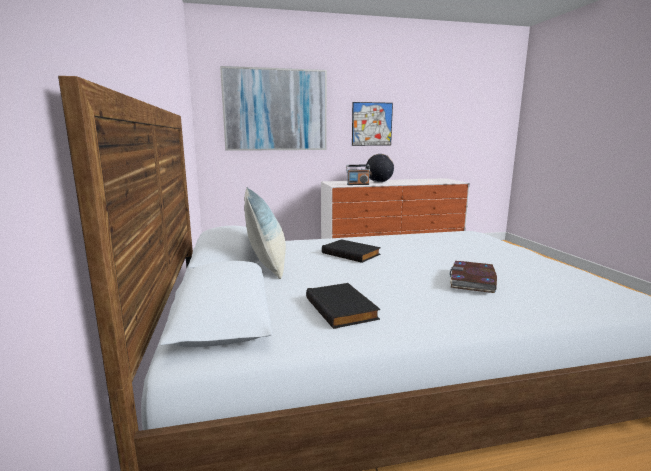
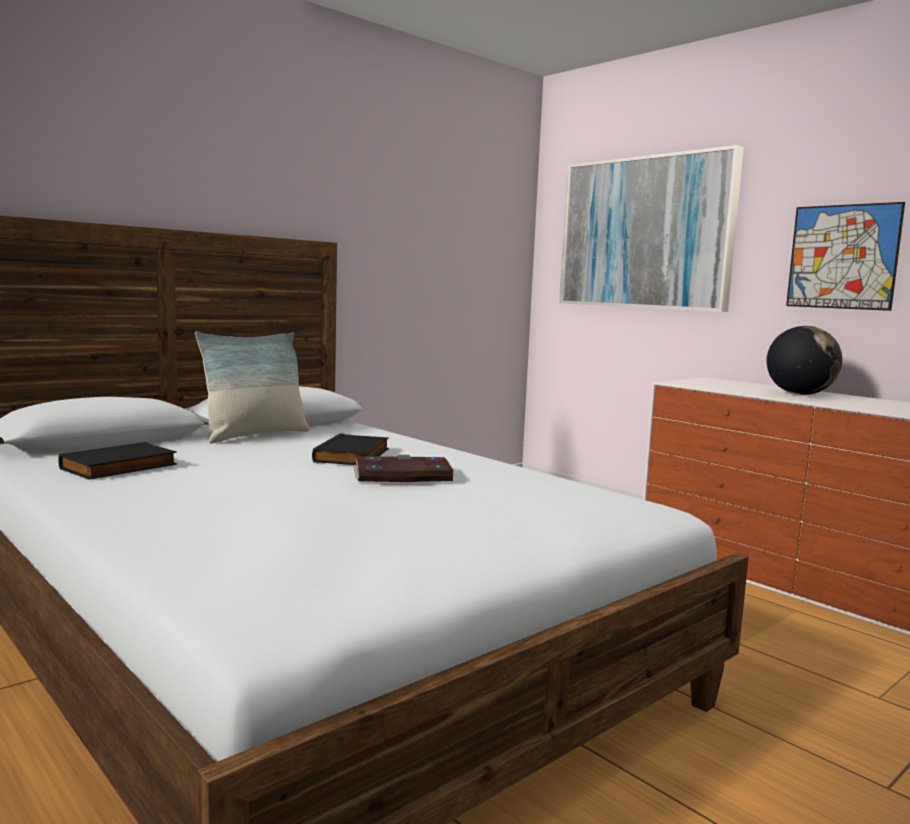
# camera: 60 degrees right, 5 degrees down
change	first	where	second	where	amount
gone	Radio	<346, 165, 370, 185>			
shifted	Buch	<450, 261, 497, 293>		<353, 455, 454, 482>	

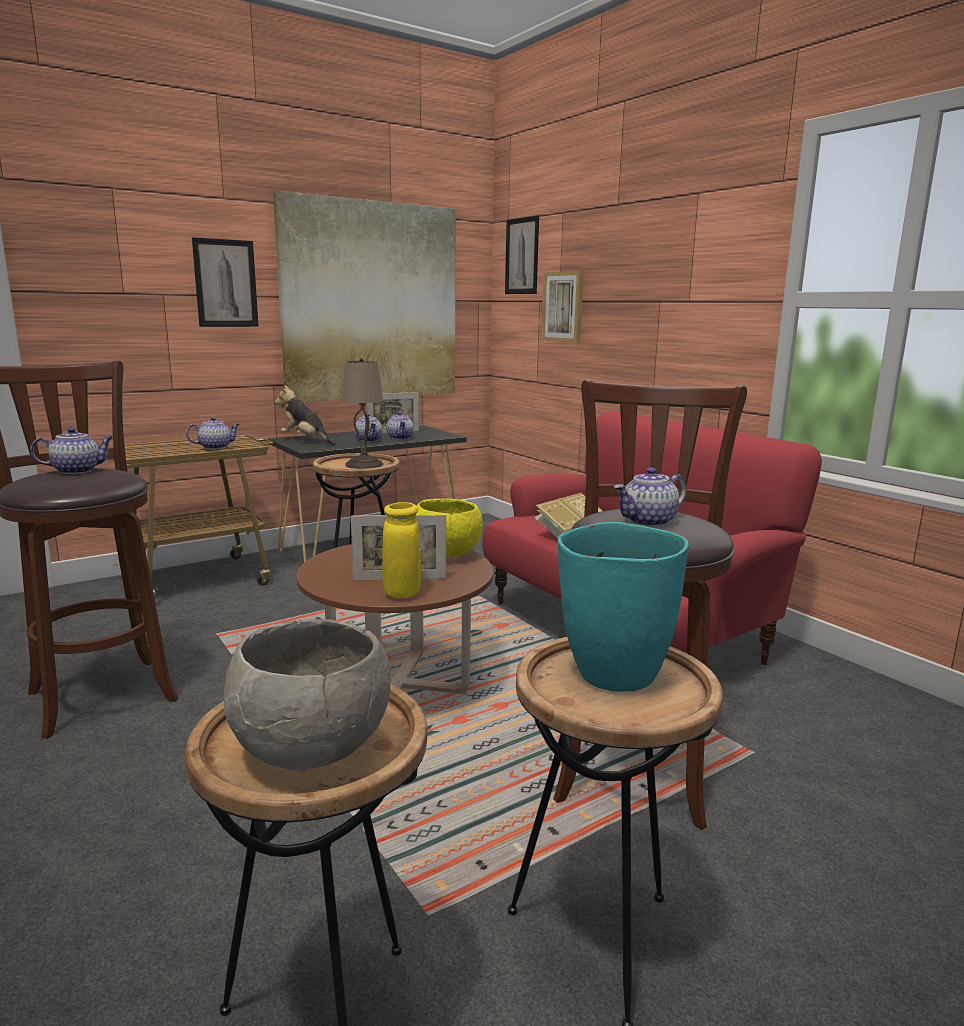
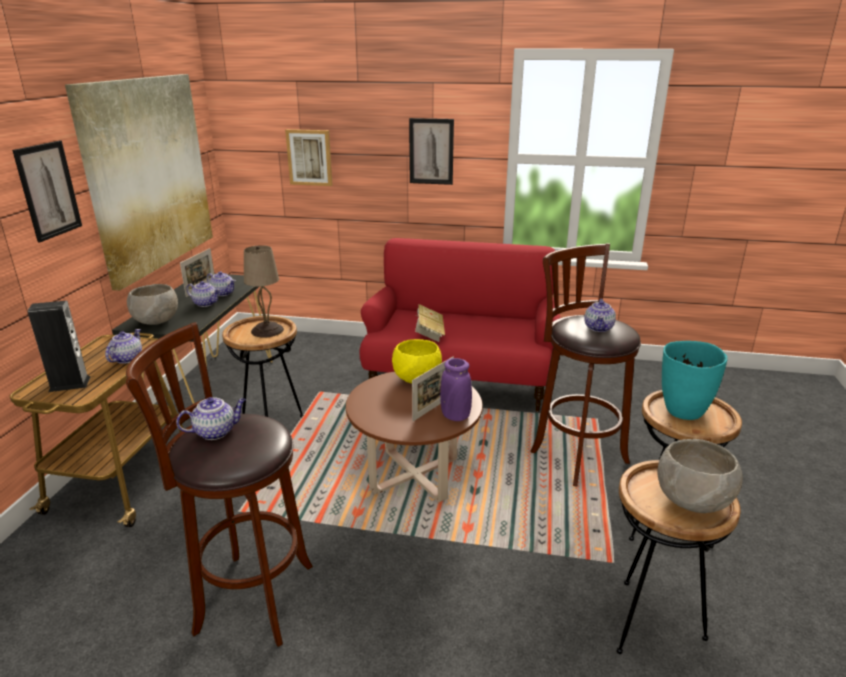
# camera: 45 degrees left, 10 degrees up
change	first	where	second	where	amount
shifted	Bild	<505, 215, 539, 294>		<409, 118, 454, 185>	
swapped	Plüschtier	<275, 385, 336, 445>	Schüssel (grau)	<127, 284, 178, 325>	
rotated	Teekanne	<30, 427, 114, 474>		<176, 397, 246, 440>	45 degrees clockwise
repainted	Vase (gelb)	<382, 502, 421, 598>	Vase (lila)	<440, 358, 472, 421>	
new			Lautsprecher	<28, 301, 90, 392>	

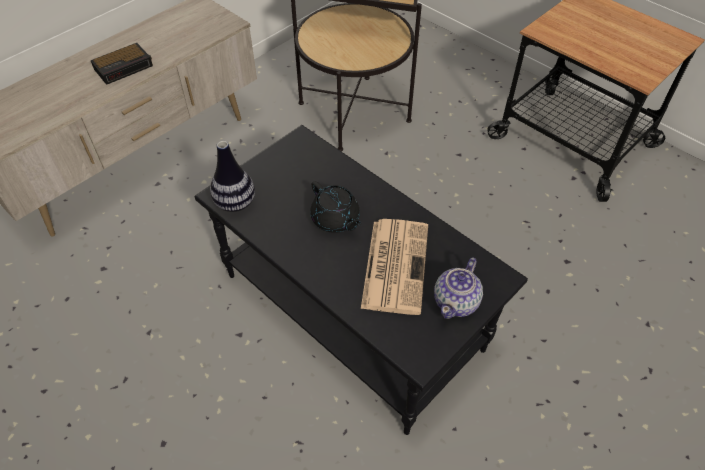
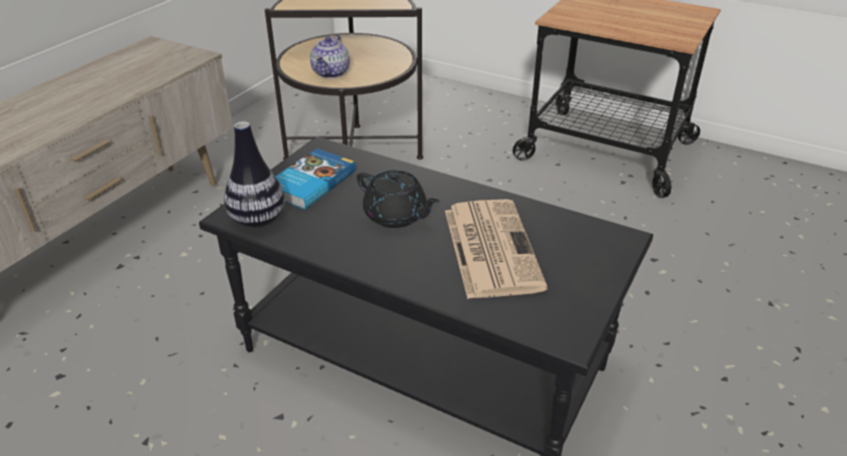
# camera: 15 degrees left, 15 degrees down
change	first	where	second	where	amount
gone	Wecker	<91, 43, 153, 85>			
shifted	Teekanne	<434, 258, 483, 319>		<310, 35, 350, 78>	
new			Buch	<275, 148, 356, 209>	

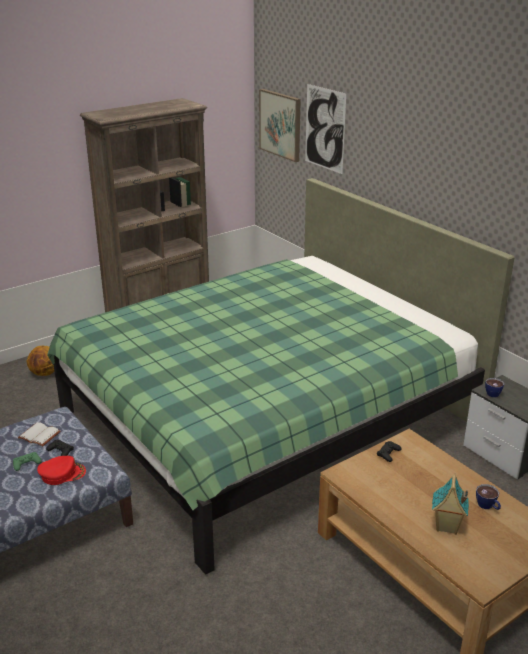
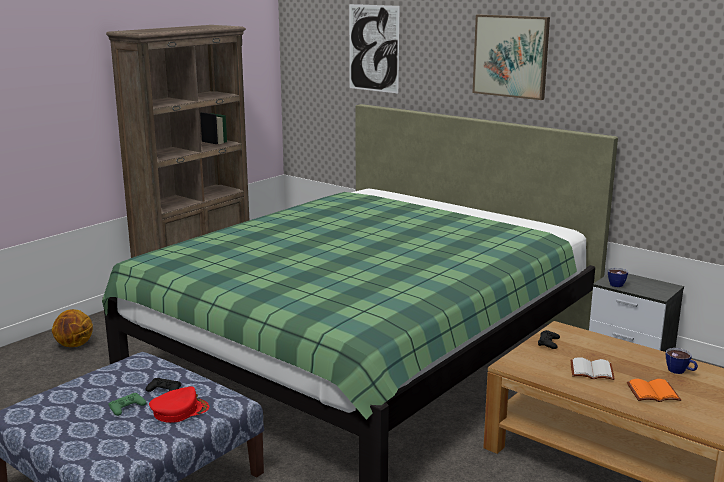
# camera: 15 degrees left, 10 degrees down
change	first	where	second	where	amount
shifted	Bild	<259, 89, 301, 162>		<472, 14, 550, 100>	
shifted	Buch (weiß)	<18, 422, 61, 447>		<571, 357, 615, 380>	
swapped	Spielzeughaus	<432, 473, 469, 535>	Buch (orange)	<627, 379, 681, 402>	

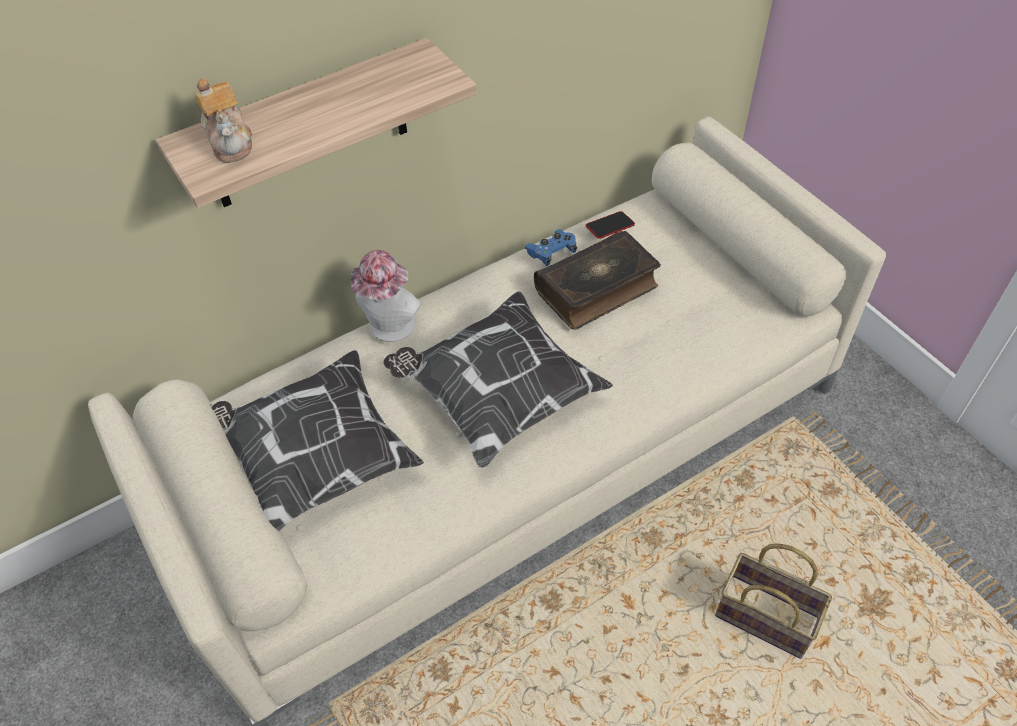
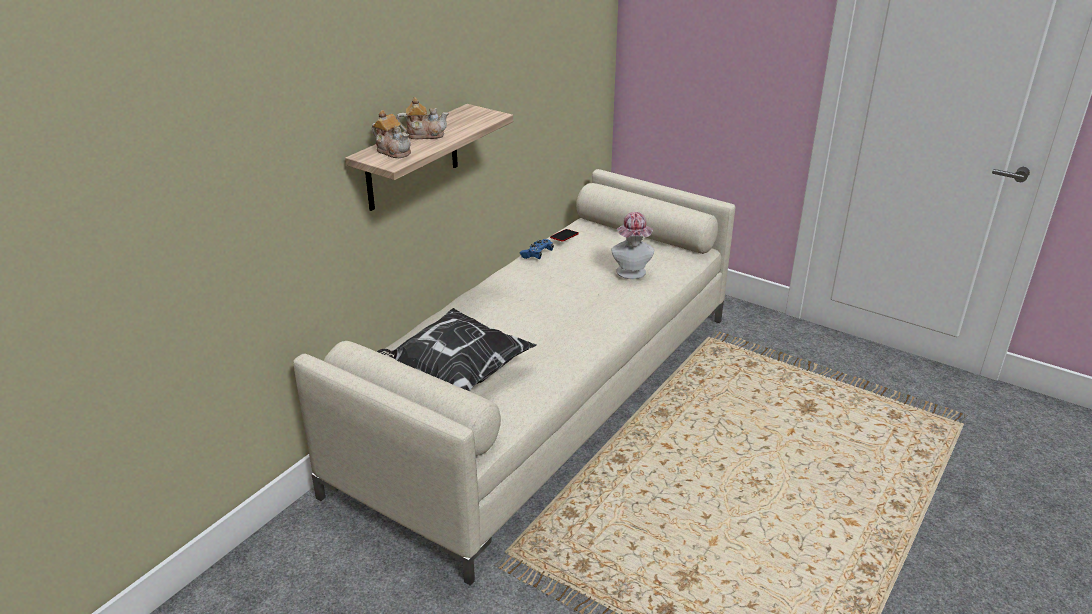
# camera: 25 degrees left, 20 degrees down
change	first	where	second	where	amount
gone	Buch	<534, 231, 661, 330>			
shifted	Hut	<351, 250, 421, 342>		<611, 212, 654, 279>	
gone	Kissen	<383, 291, 613, 467>			
gone	Korb	<715, 544, 832, 659>			
new			Teekanne	<397, 97, 449, 139>	

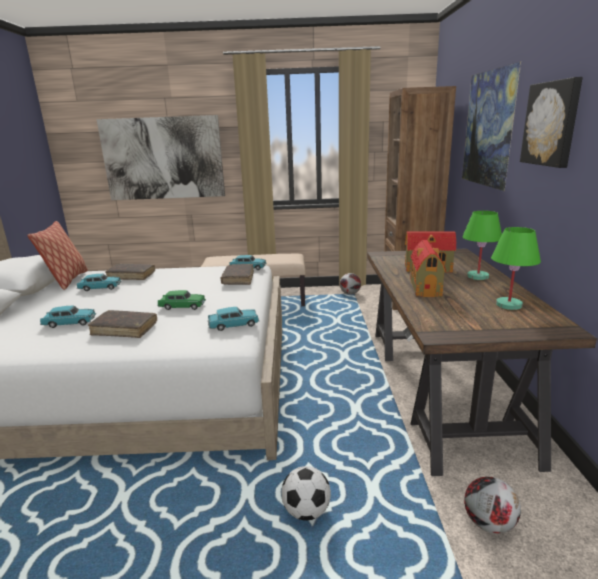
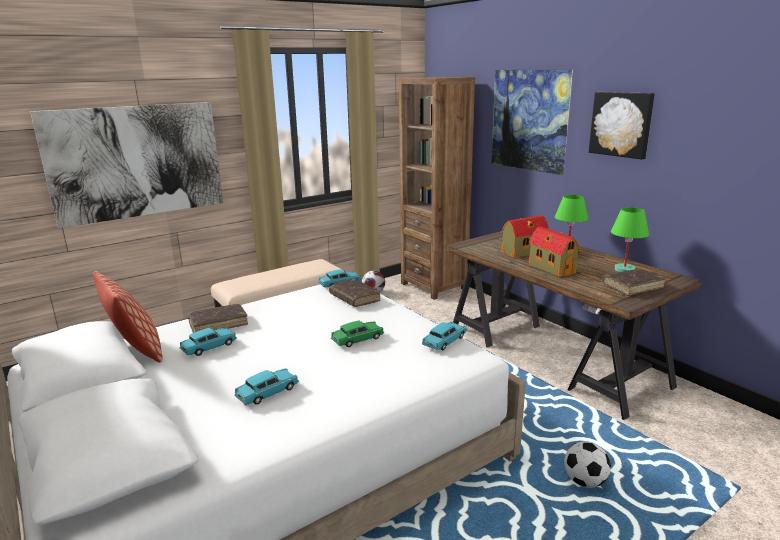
# camera: 35 degrees left, 0 degrees up
change	first	where	second	where	amount
shifted	Buch (braun)	<88, 310, 157, 338>		<602, 269, 665, 296>	
gone	Fußball	<464, 477, 521, 534>			

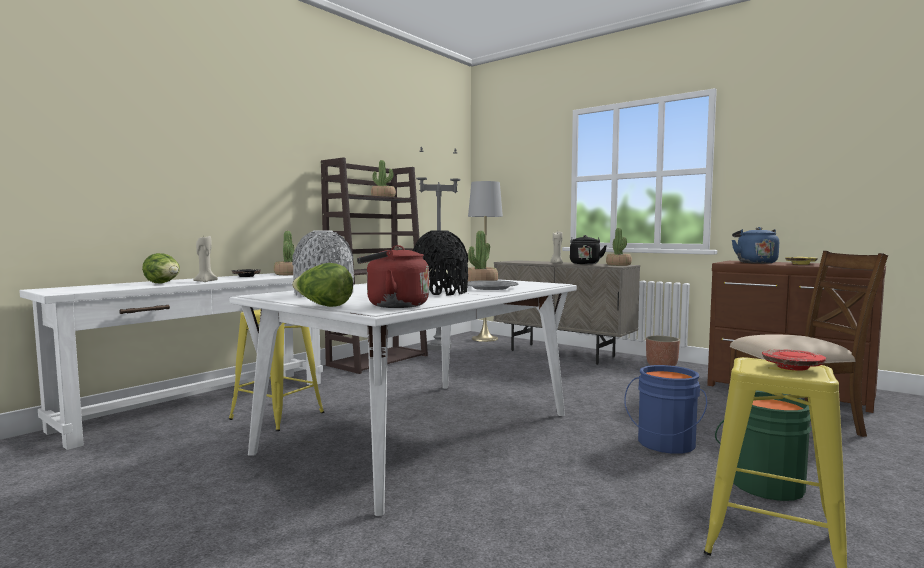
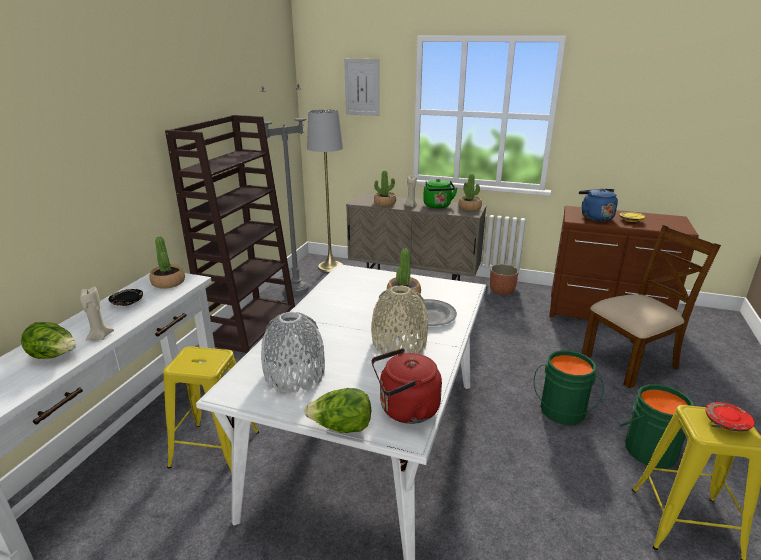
# camera: 20 degrees left, 20 degrees up
change	first	where	second	where	amount
shifted	Topfpflanze	<371, 160, 396, 197>		<374, 170, 396, 206>	
repainted	Vase (schwarz)	<412, 231, 468, 296>	Vase (beige)	<371, 286, 428, 357>	
repainted	Wasserkessel (schwarz)	<570, 235, 607, 264>	Wasserkessel (grün)	<423, 179, 458, 208>	
repainted	Eimer (blau)	<624, 365, 707, 454>	Eimer (grün)	<534, 350, 604, 425>	
new			Bild	<344, 59, 379, 116>	

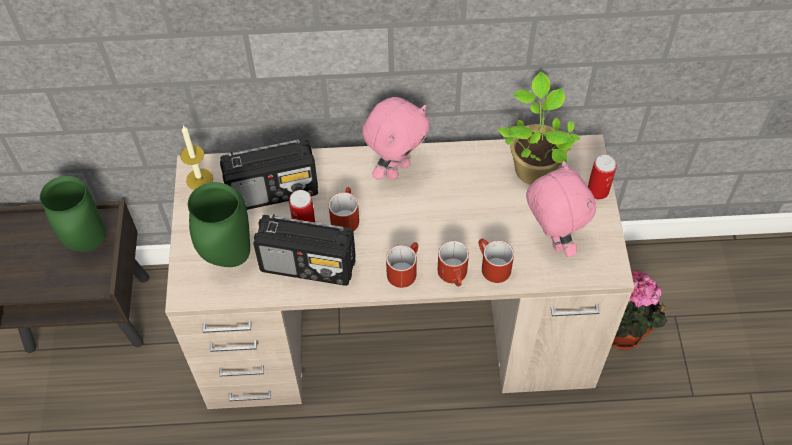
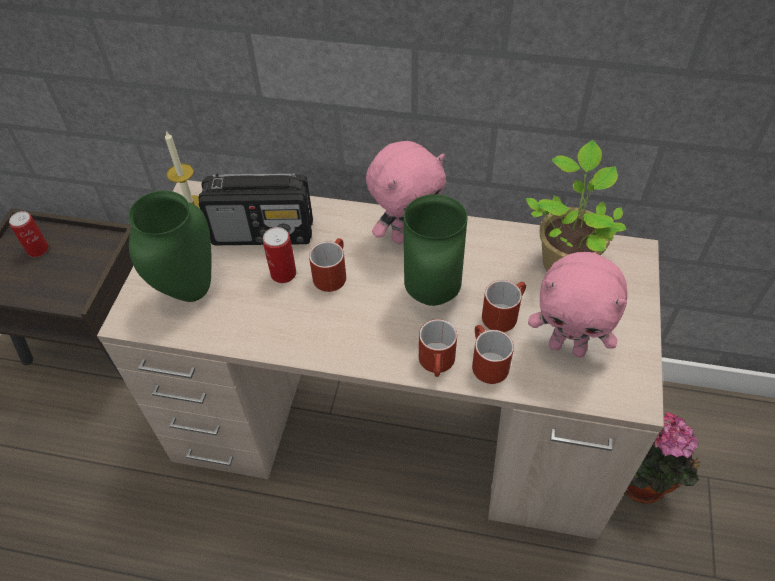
# camera: 15 degrees right, 5 degrees down
change	first	where	second	where	amount
shifted	Dose	<588, 155, 617, 200>		<9, 211, 49, 257>	
rotated	Plüschtier (rosa)	<526, 161, 596, 257>		<528, 252, 628, 357>	120 degrees clockwise
shifted	Vase (grün)	<40, 176, 106, 252>		<404, 194, 467, 306>	
gone	Radio	<253, 214, 356, 286>			
shifted	Henkelbecher (rot)	<386, 242, 418, 288>		<482, 280, 526, 332>	

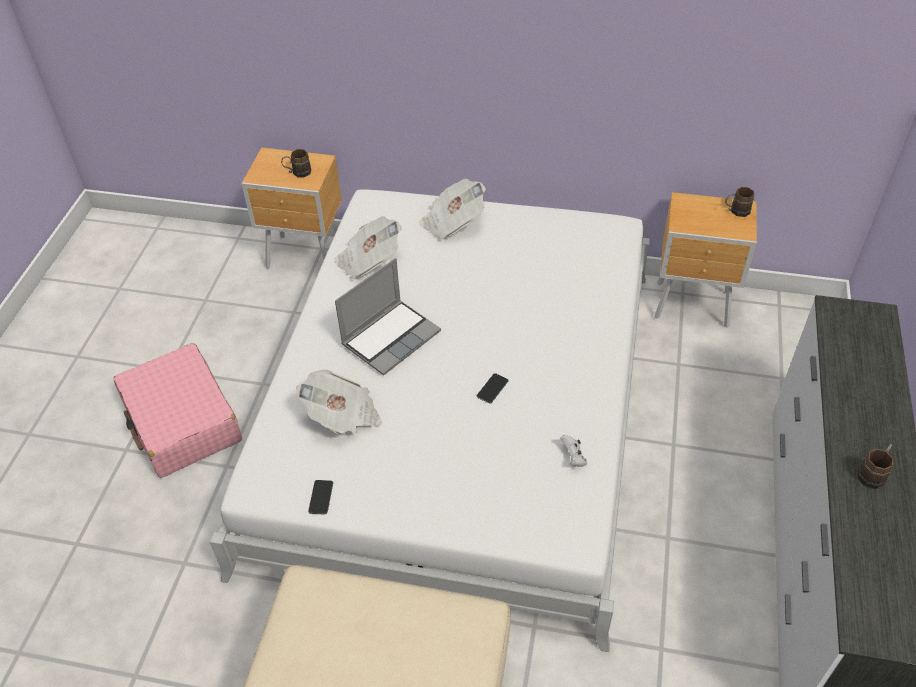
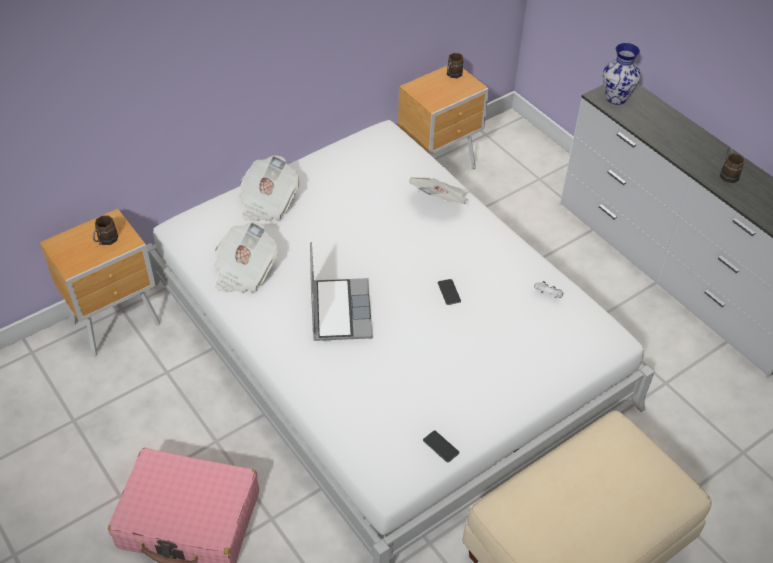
# camera: 50 degrees left, 0 degrees up
change	first	where	second	where	amount
shifted	Zeitung	<296, 370, 382, 434>		<409, 177, 469, 204>	
new			Vase	<603, 43, 641, 105>	

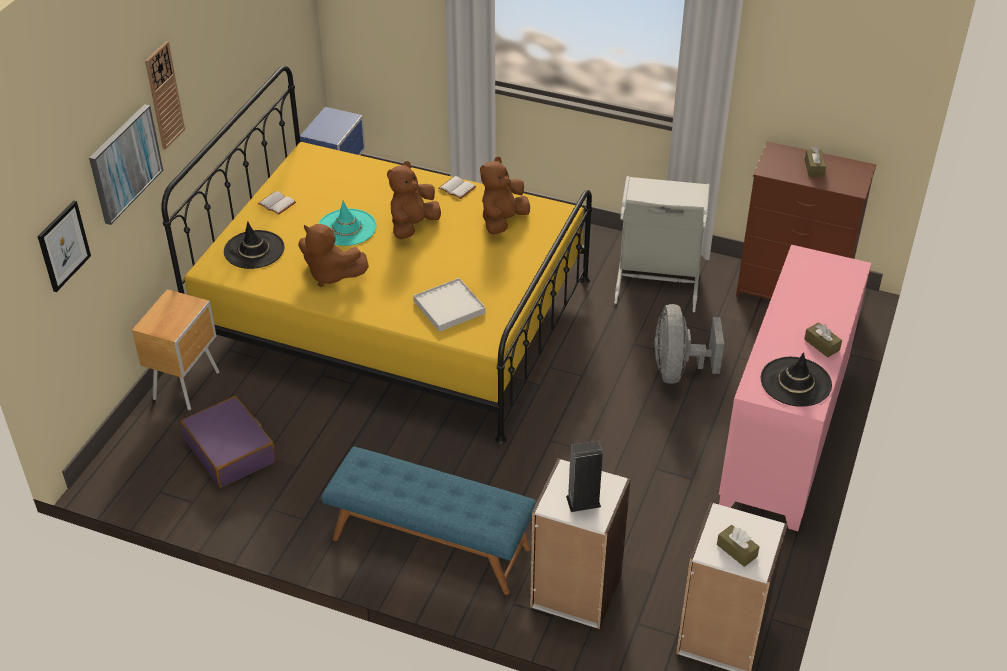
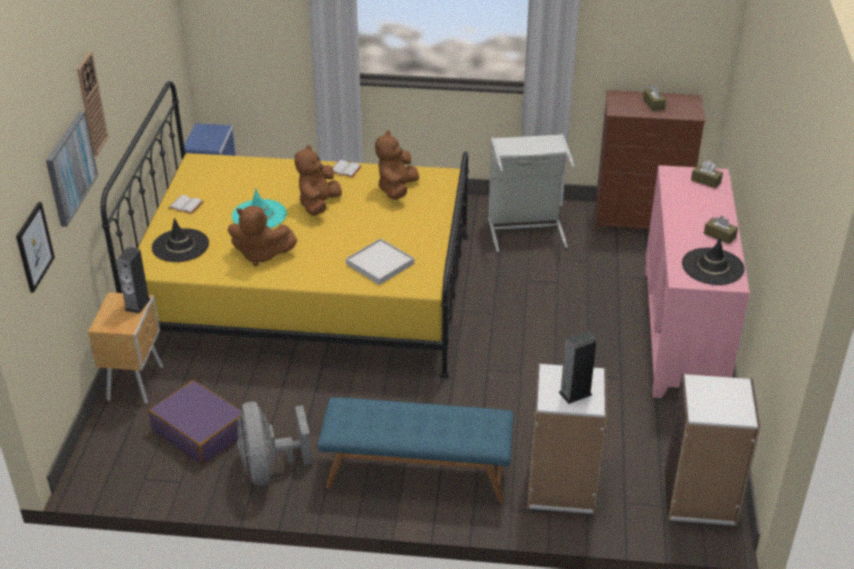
# camera: 15 degrees left, 5 degrees down
change	first	where	second	where	amount
shifted	Ventilator (grau)	<654, 304, 724, 384>		<237, 401, 312, 485>	
shifted	Taschentuchbox (braun)	<717, 525, 759, 567>		<691, 161, 723, 189>	
new			Lautsprecher	<116, 247, 151, 314>	

